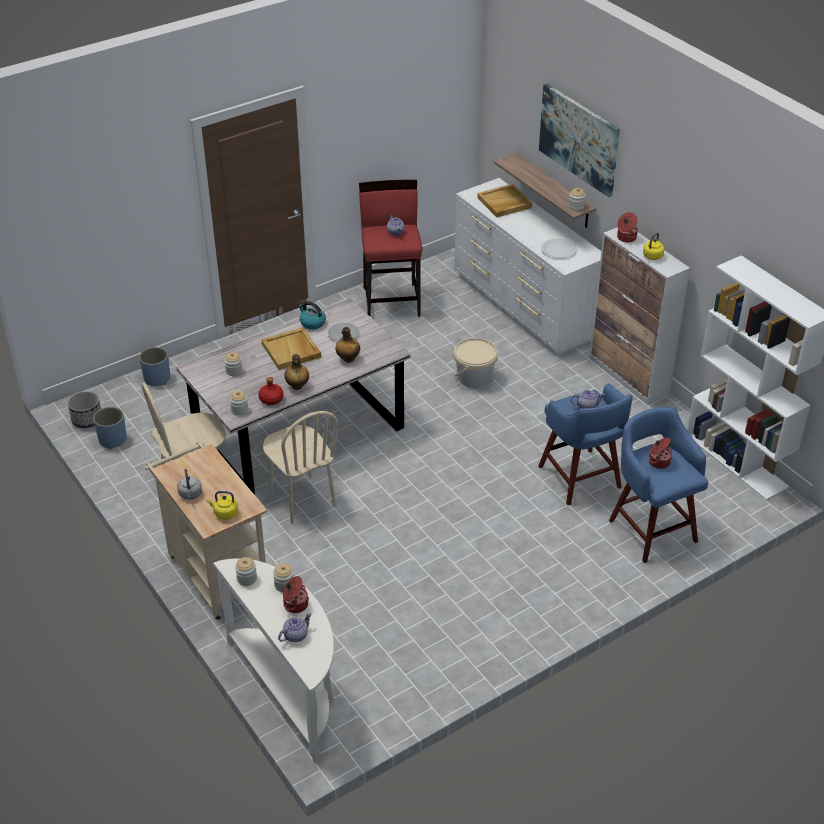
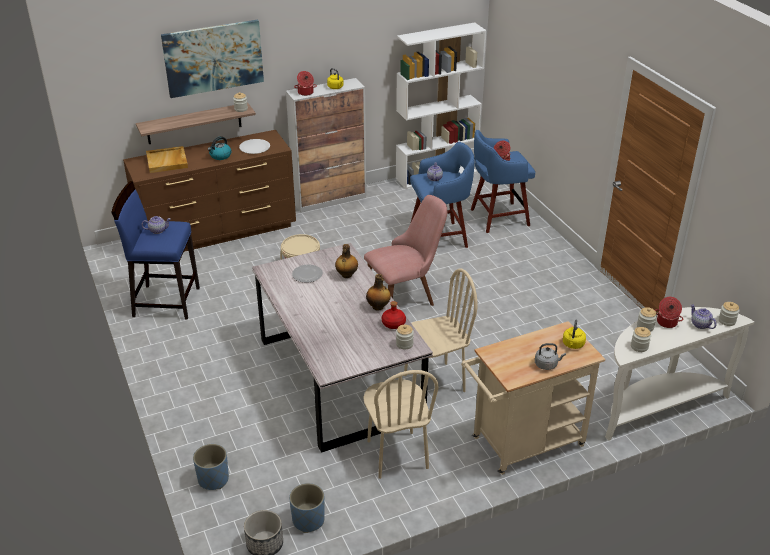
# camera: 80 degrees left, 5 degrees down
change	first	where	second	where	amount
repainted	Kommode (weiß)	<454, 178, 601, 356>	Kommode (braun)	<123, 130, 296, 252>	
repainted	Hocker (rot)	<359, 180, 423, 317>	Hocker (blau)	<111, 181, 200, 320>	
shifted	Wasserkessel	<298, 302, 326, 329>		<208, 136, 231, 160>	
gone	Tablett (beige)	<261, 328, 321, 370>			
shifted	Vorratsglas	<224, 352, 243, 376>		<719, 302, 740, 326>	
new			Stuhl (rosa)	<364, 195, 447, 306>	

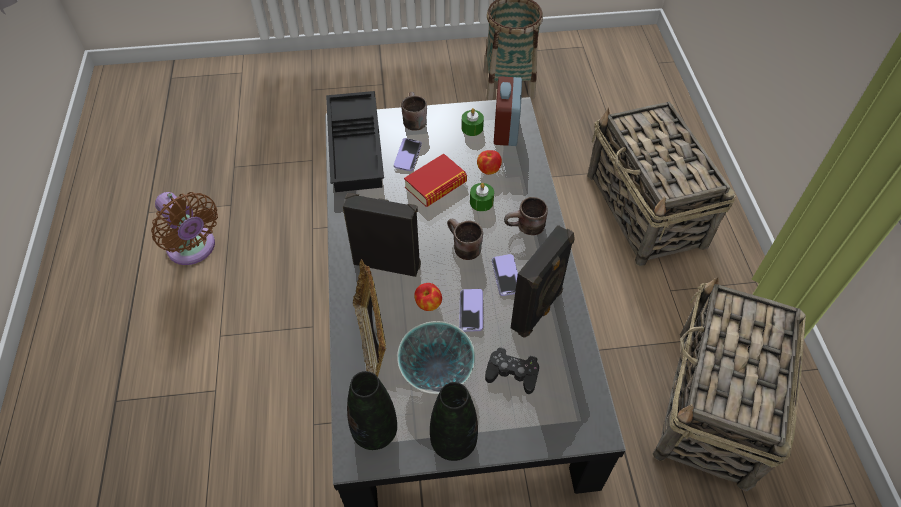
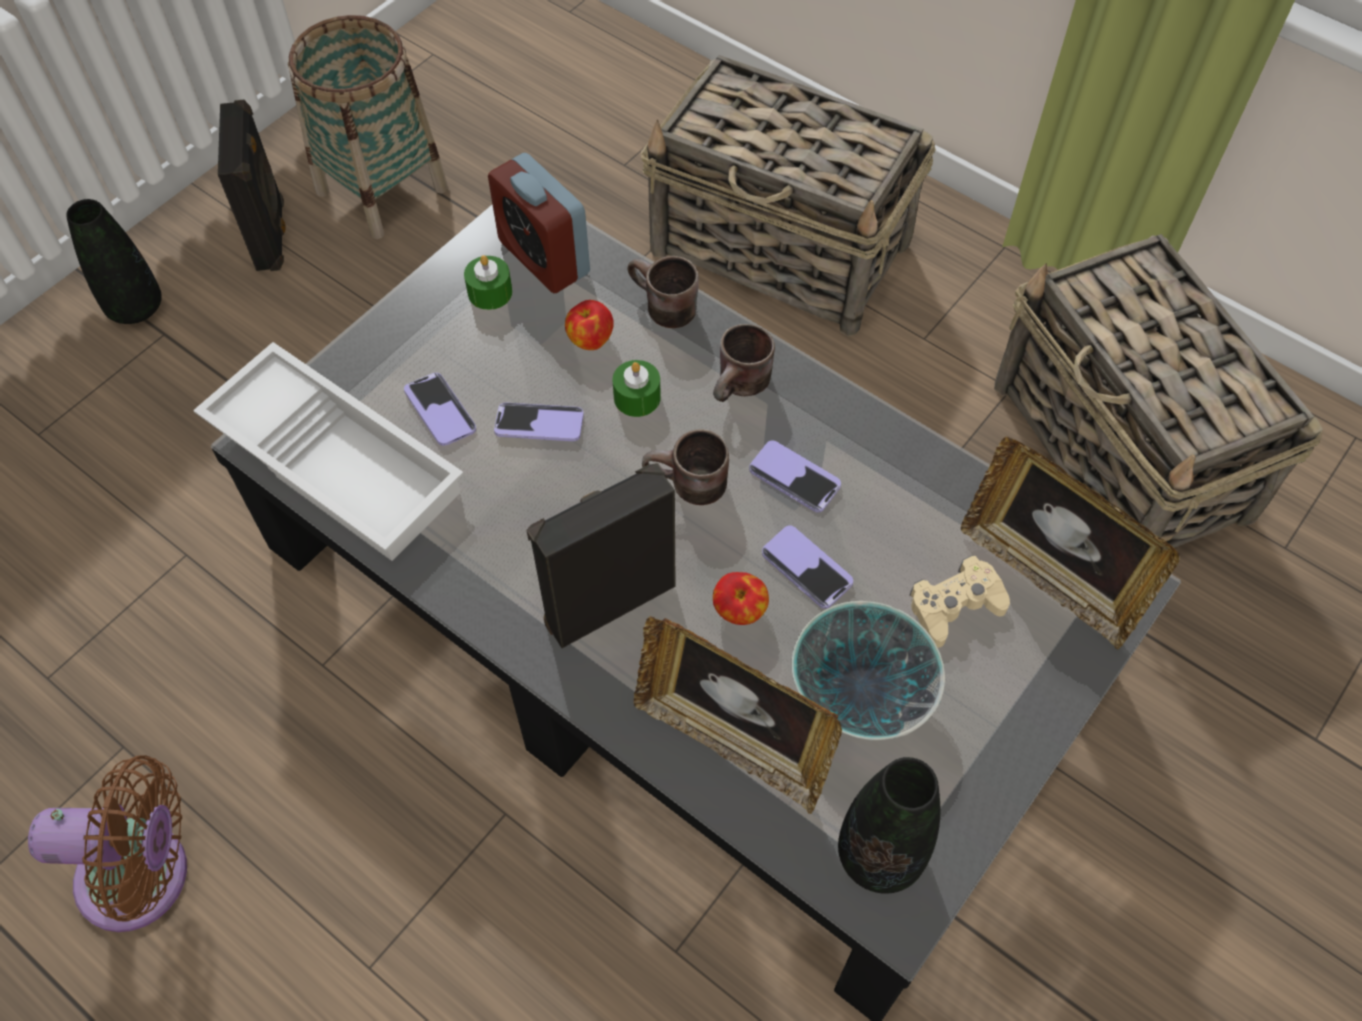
# camera: 45 degrees left, 5 degrees up
change	first	where	second	where	amount
repainted	Tablett (schwarz)	<326, 91, 384, 192>	Tablett (weiß)	<193, 342, 464, 561>	
shifted	Henkelbecher (braun)	<401, 92, 427, 131>		<627, 256, 699, 328>	
swapped	Buch	<404, 154, 467, 207>	Handy	<494, 403, 584, 441>	
shifted	Lautsprecher (schwarz)	<511, 225, 575, 338>		<218, 100, 285, 271>	
repainted	Gamepad (schwarz)	<485, 347, 539, 394>	Gamepad (beige)	<909, 555, 1010, 648>	
shifted	Vase (schwarz)	<430, 382, 478, 461>		<66, 199, 162, 324>	
new			Bilderrahmen	<961, 436, 1179, 649>	

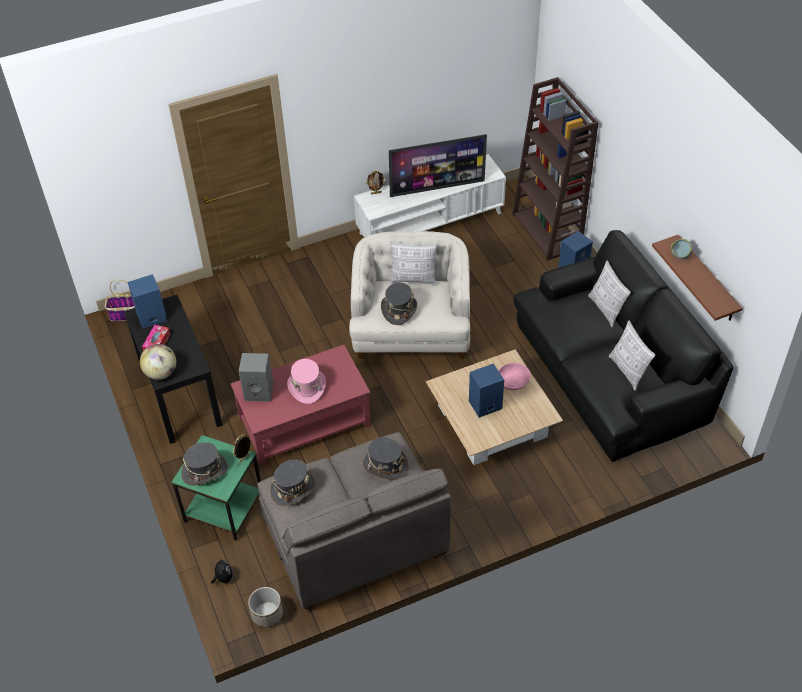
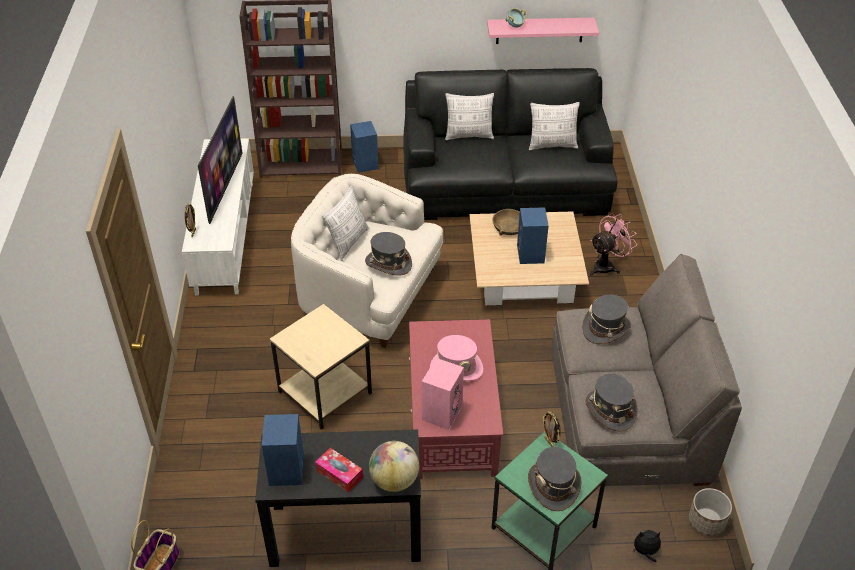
# camera: 70 degrees left, 5 degrees down
change	first	where	second	where	amount
repainted	Wandregal (braun)	<652, 235, 743, 321>	Wandregal (rosa)	<487, 18, 599, 44>	
repainted	Lautsprecher (grau)	<239, 353, 274, 402>	Lautsprecher (rosa)	<422, 358, 464, 430>	
repainted	Schüssel (rosa)	<498, 363, 531, 390>	Schüssel (braun)	<492, 209, 520, 236>	
new			Ventilator (rosa)	<590, 213, 637, 276>	
new			Beistelltisch (beige)	<270, 304, 372, 430>	

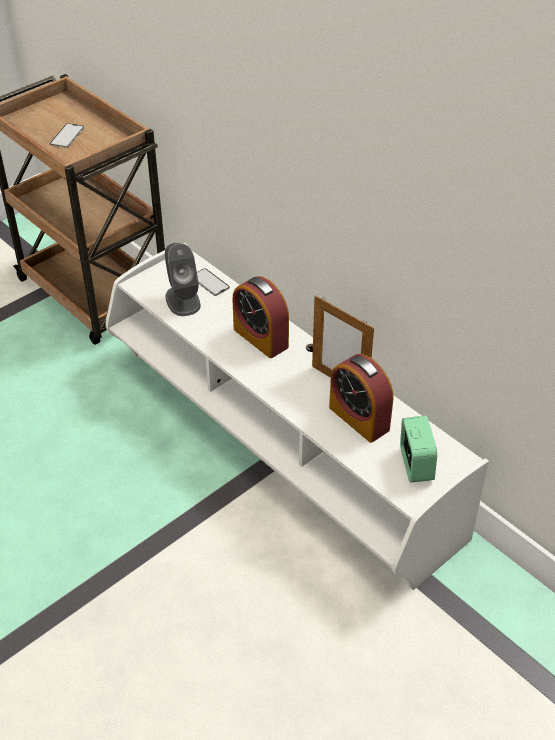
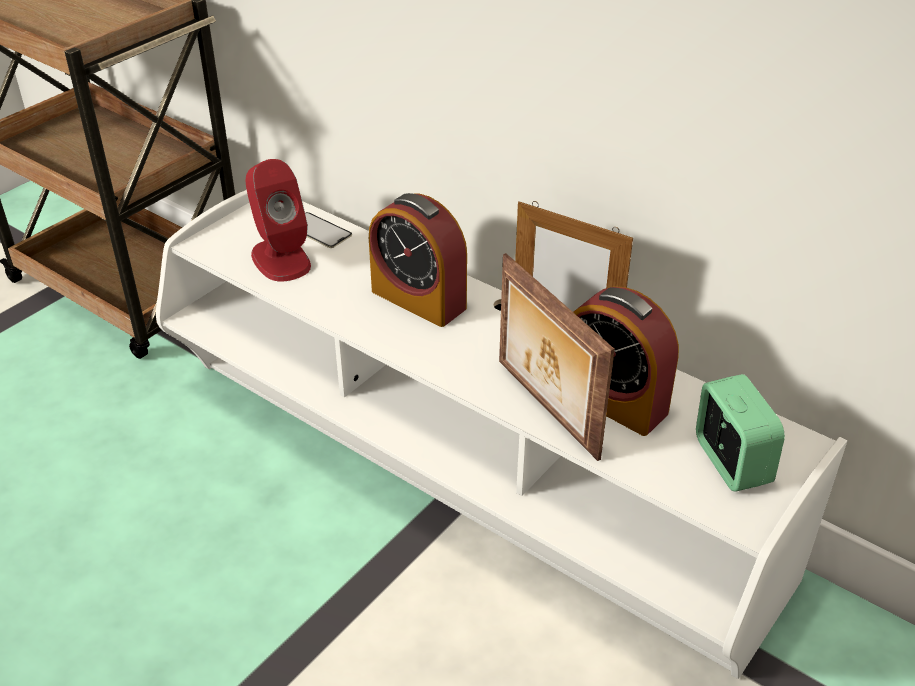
# camera: 10 degrees left, 5 degrees down
change	first	where	second	where	amount
gone	Handy	<50, 123, 85, 148>			
repainted	Lautsprecher (grau)	<165, 243, 200, 316>	Lautsprecher (rot)	<246, 159, 311, 281>	
new			Bilderrahmen	<499, 253, 615, 461>	

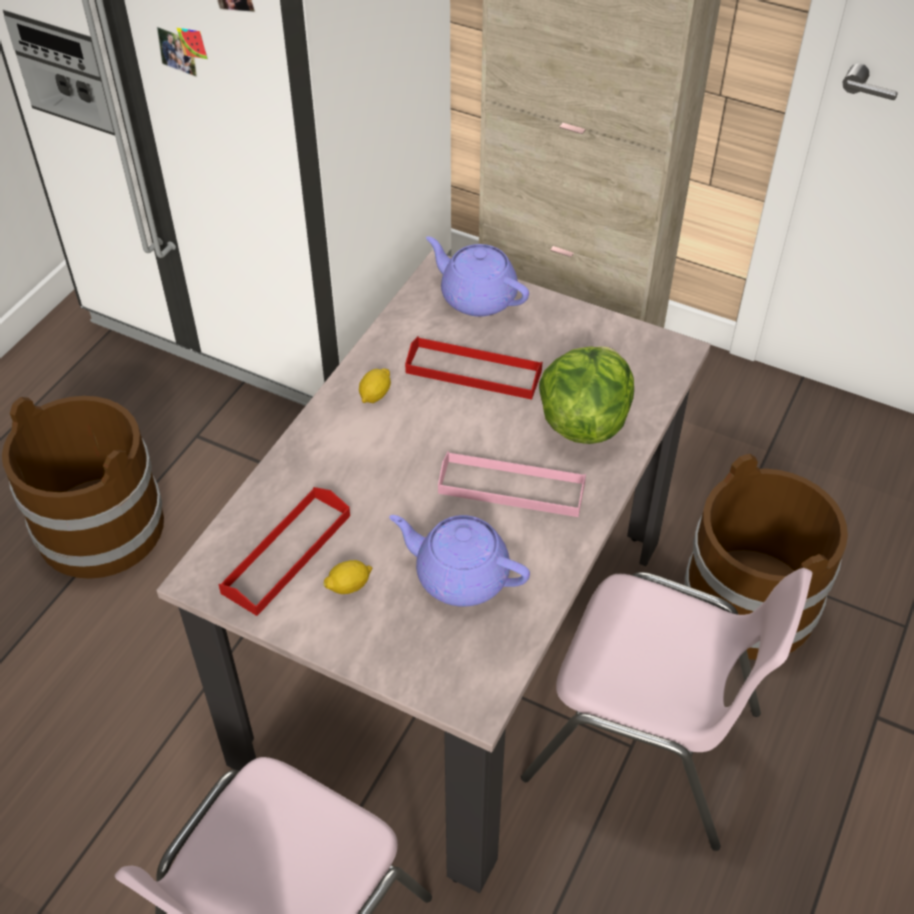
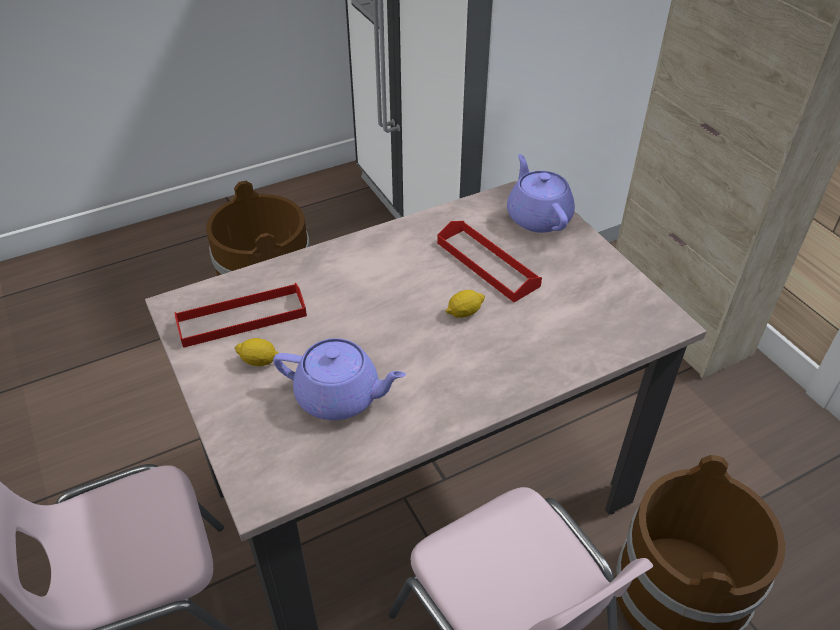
# camera: 35 degrees right, 5 degrees down
change	first	where	second	where	amount
gone	Salatkopf	<539, 346, 634, 444>			
shifted	Zitrone	<359, 368, 391, 403>		<446, 290, 485, 318>	
gone	Tablett (rosa)	<438, 451, 586, 517>			
rotated	Teekanne (lila)	<389, 515, 530, 607>		<273, 338, 406, 420>	135 degrees clockwise

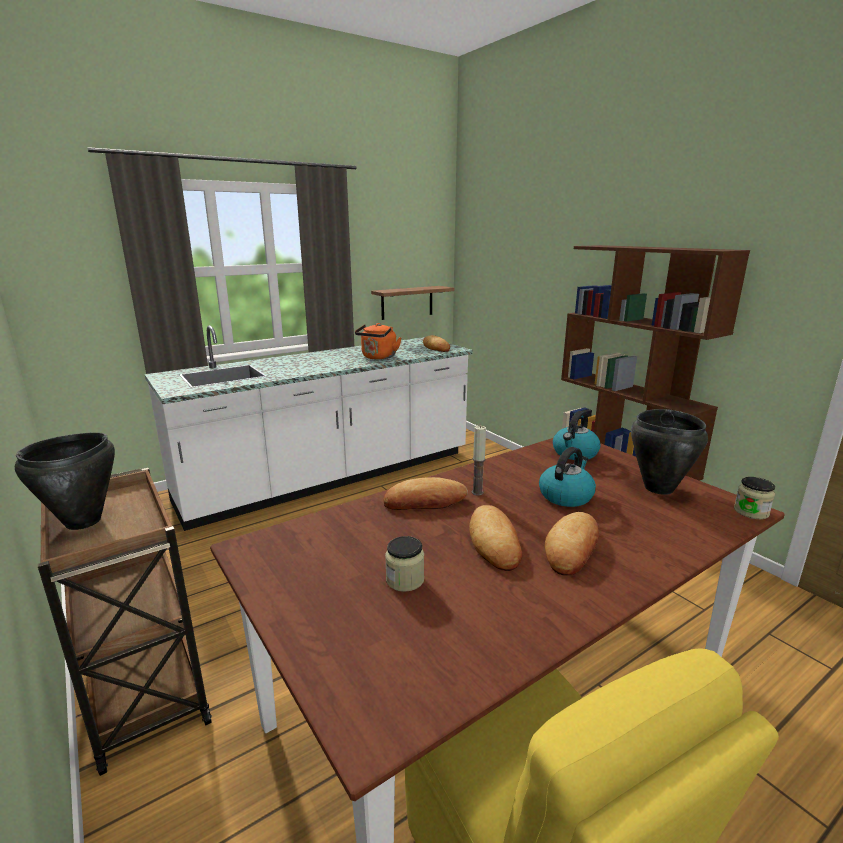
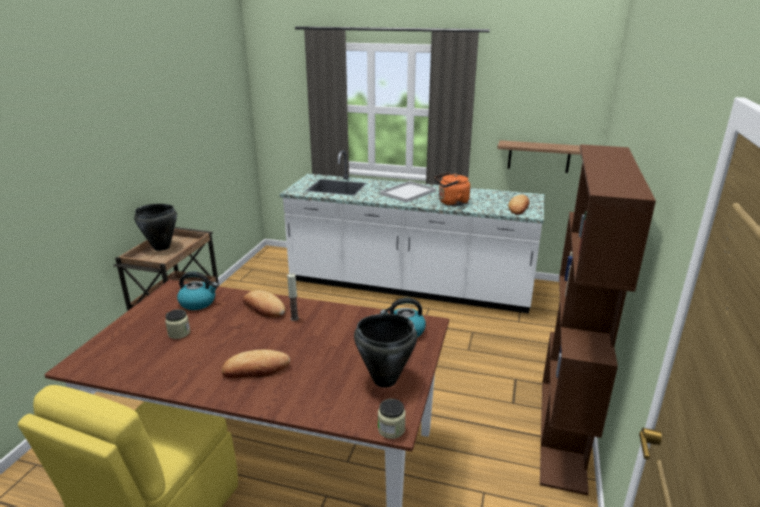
# camera: 50 degrees right, 5 degrees up
change	first	where	second	where	amount
shifted	Wasserkessel	<539, 447, 596, 507>		<177, 271, 219, 310>	
gone	Brot	<469, 505, 522, 571>			
new			Tablett (weiß)	<380, 181, 436, 203>	

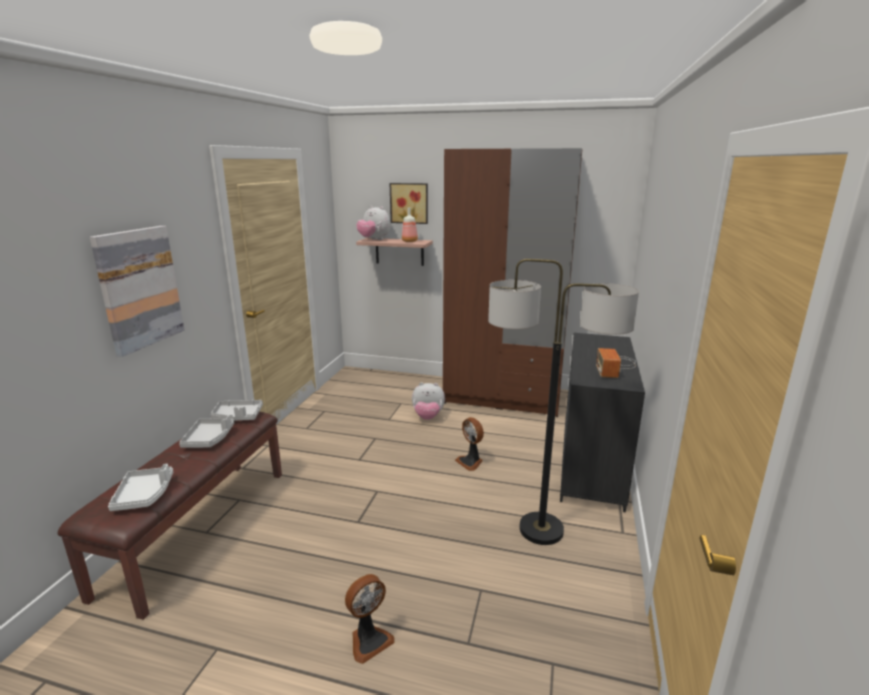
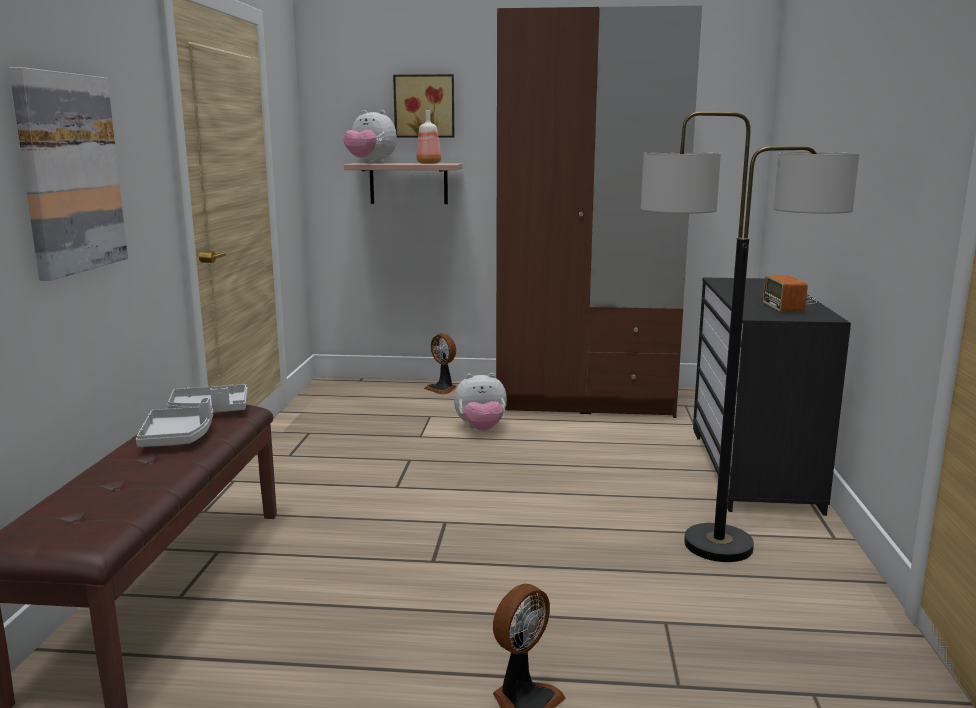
# camera: 10 degrees left, 5 degrees down
change	first	where	second	where	amount
shifted	Ventilator	<455, 417, 484, 471>		<424, 333, 456, 394>	
gone	Tablett (weiß)	<108, 464, 173, 511>			

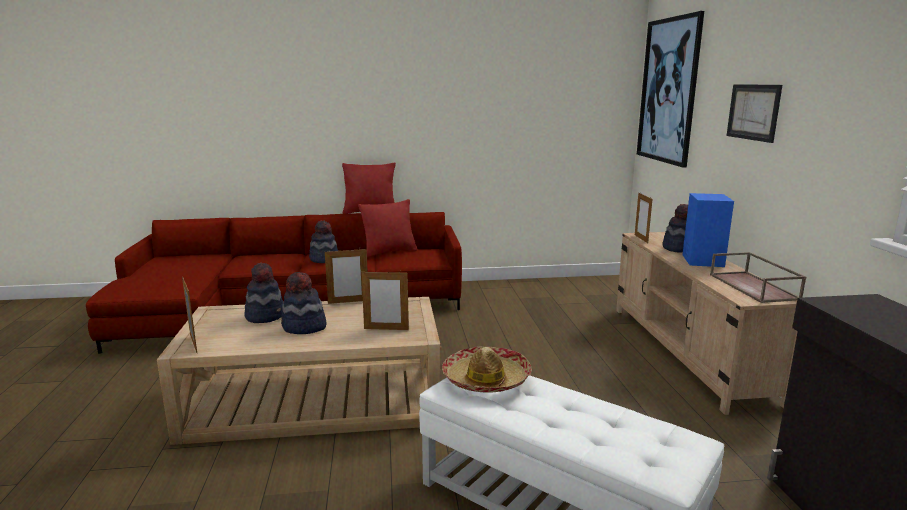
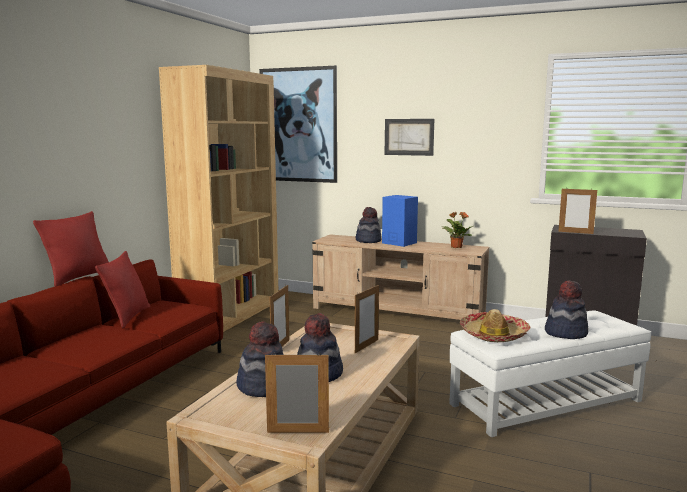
# camera: 60 degrees left, 5 degrees down
change	first	where	second	where	amount
shifted	Bilderrahmen	<635, 193, 652, 243>		<558, 187, 597, 234>	
shifted	Hut	<309, 221, 338, 263>		<545, 280, 589, 339>	
swapped	Tablett (braun)	<710, 252, 806, 303>	Topfpflanze	<442, 212, 473, 248>	
new			Bücherregal (braun)	<159, 65, 278, 332>	

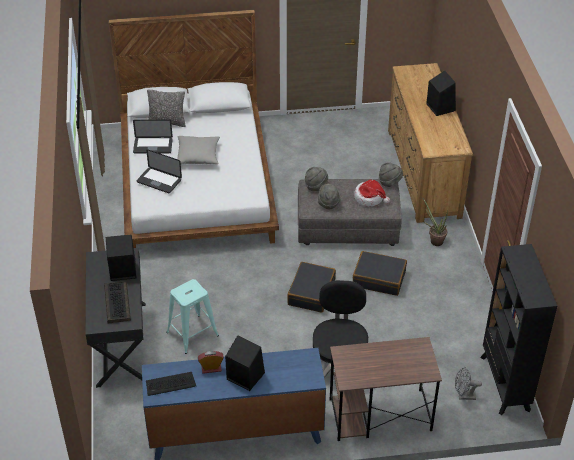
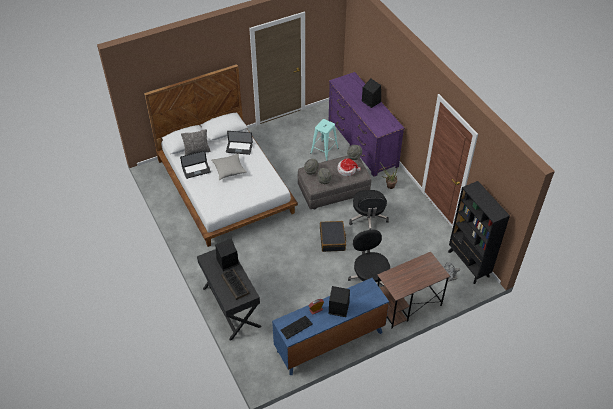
# camera: 20 degrees left, 5 degrees up
change	first	where	second	where	amount
repainted	Kommode (braun)	<388, 63, 473, 223>	Kommode (lila)	<329, 72, 405, 177>	
shifted	Laptop	<136, 149, 182, 193>		<226, 131, 253, 155>	
swapped	Koffer (schwarz)	<353, 251, 407, 296>	Bürostuhl (schwarz)	<349, 190, 389, 230>	
shifted	Hocker (türkis)	<166, 279, 219, 354>		<310, 119, 339, 161>	

